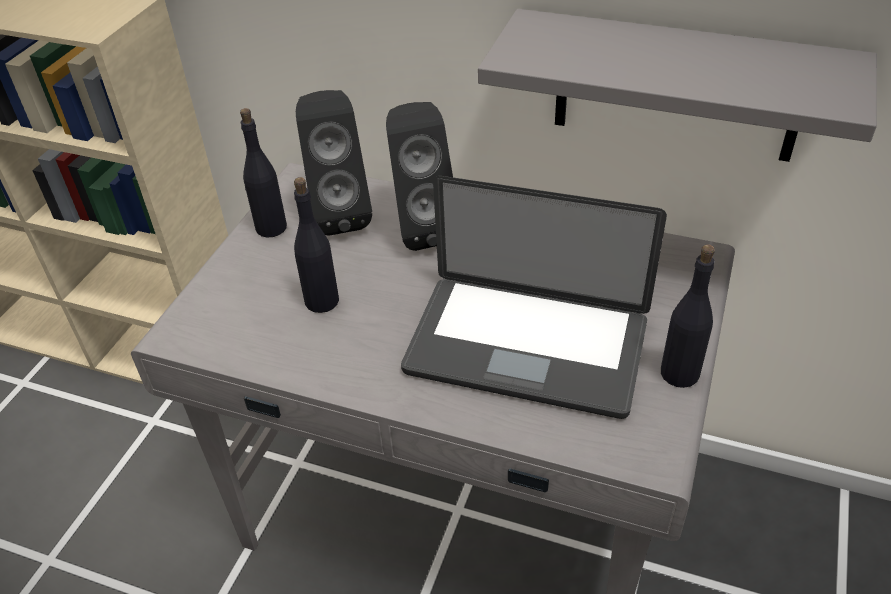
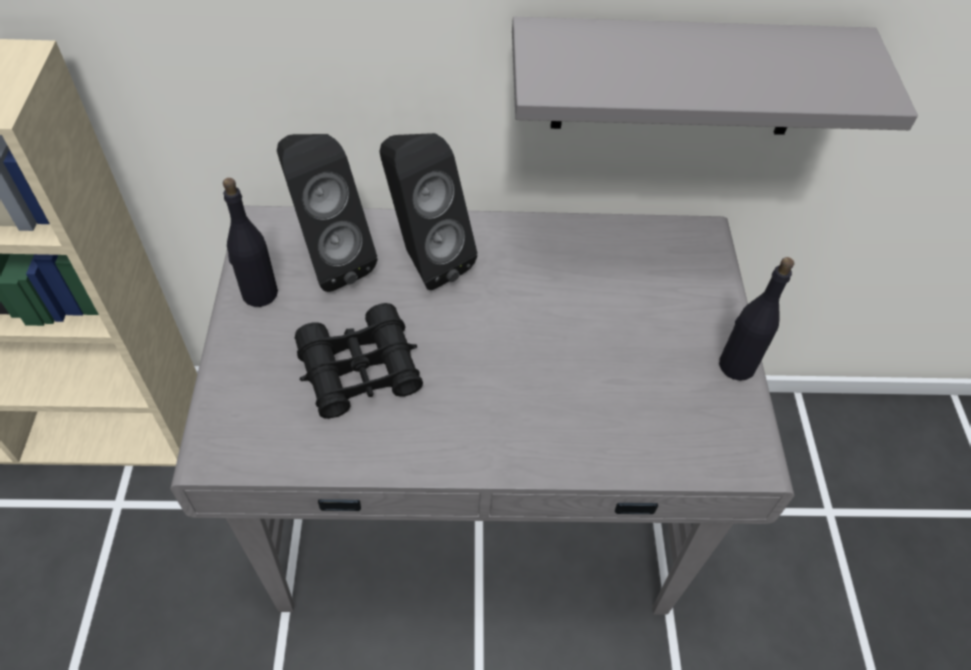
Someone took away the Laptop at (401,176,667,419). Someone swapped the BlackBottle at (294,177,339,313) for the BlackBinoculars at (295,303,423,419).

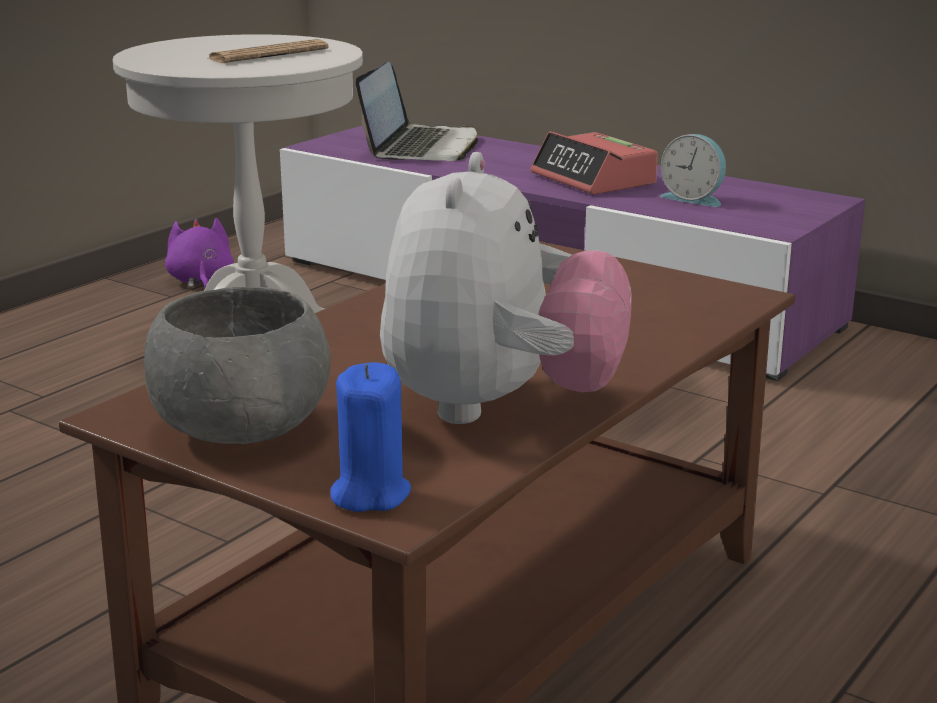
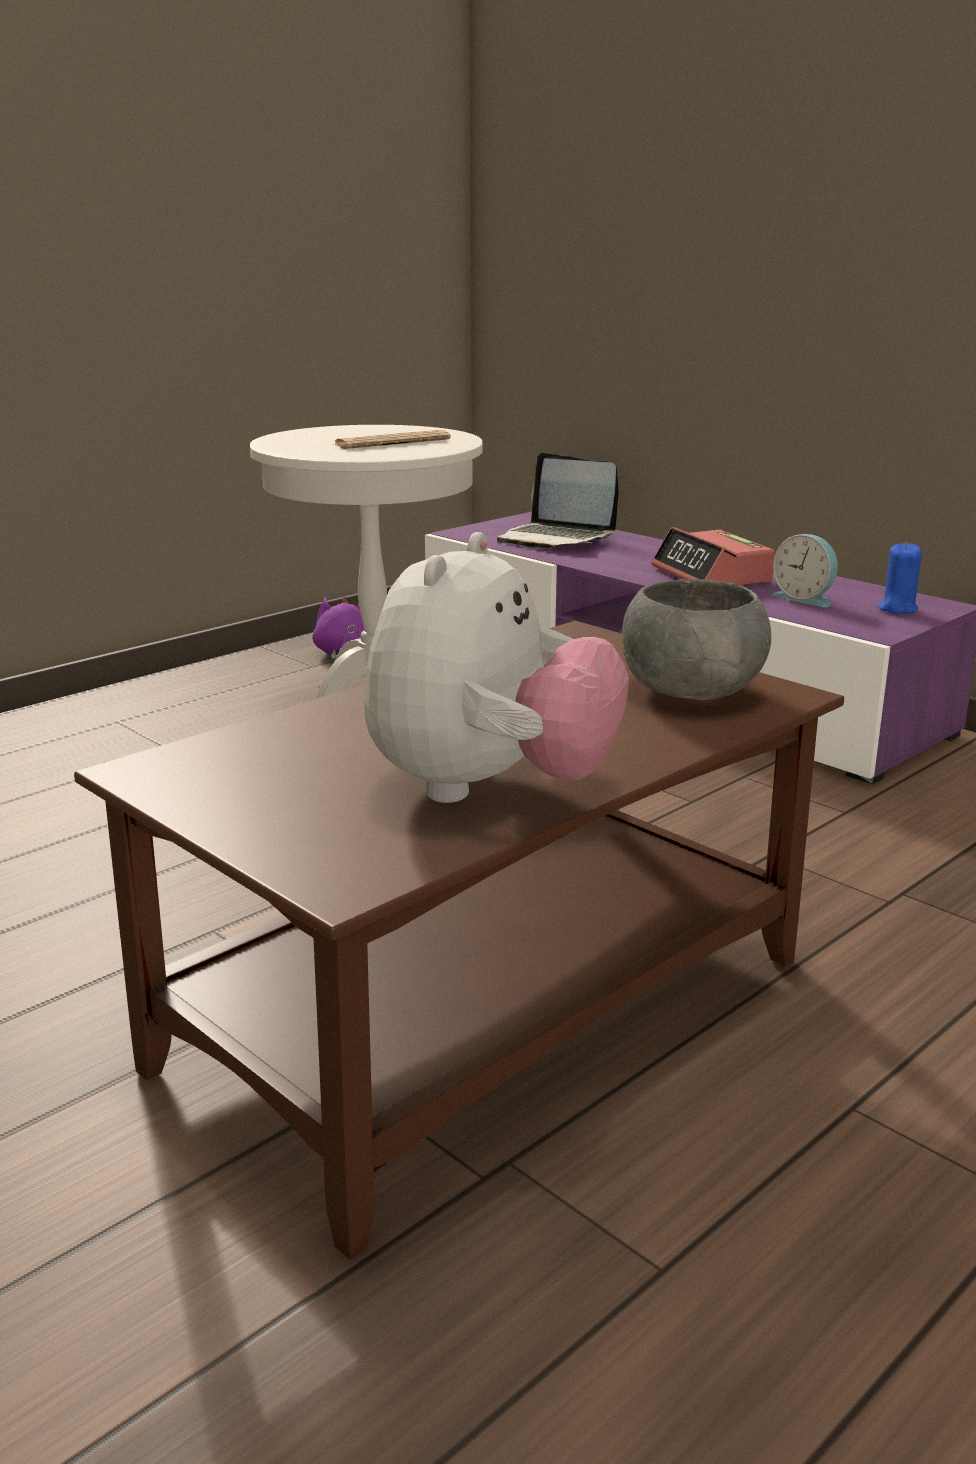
Someone carried the GreyBowl from (144,287,331,444) to (622,579,771,700). Someone carried the BlueCandle from (330,362,411,512) to (878,542,922,614). Someone rotated the Laptop at (356,62,478,161) by 105 degrees clockwise.

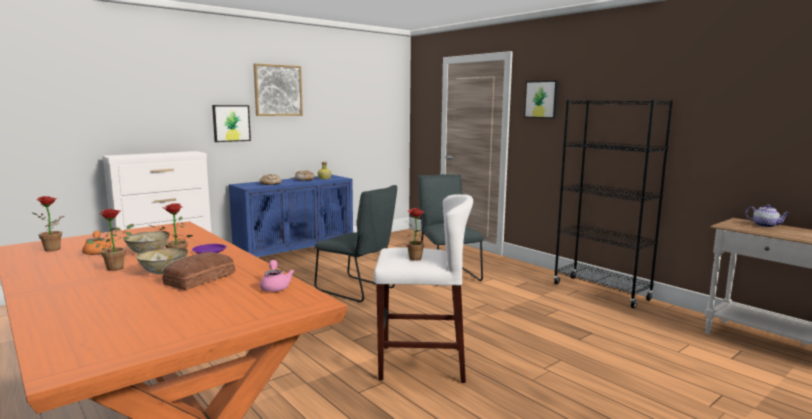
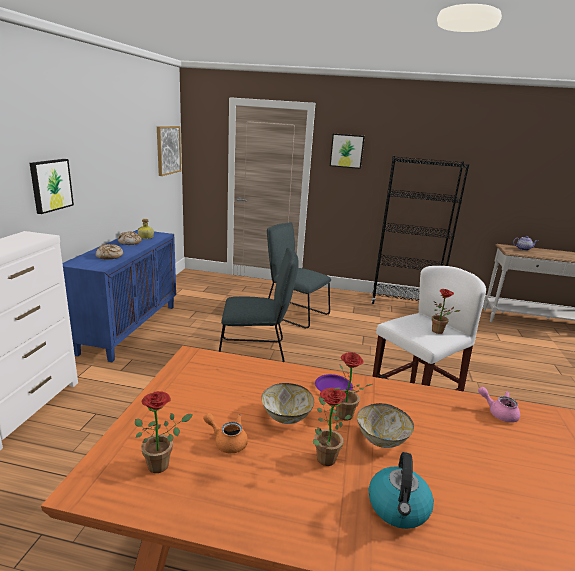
Someone took away the Bread at (162,252,235,290). Someone put down the Kettle at (369,452,434,529). Someone carried the Picture from (253,63,303,116) to (157,126,181,176).

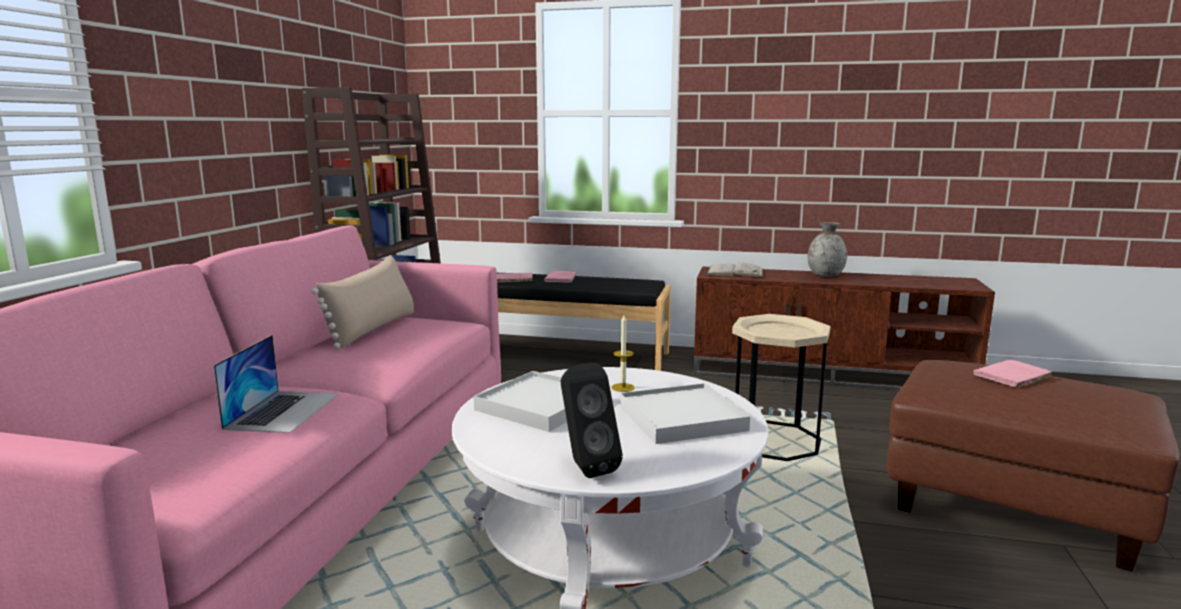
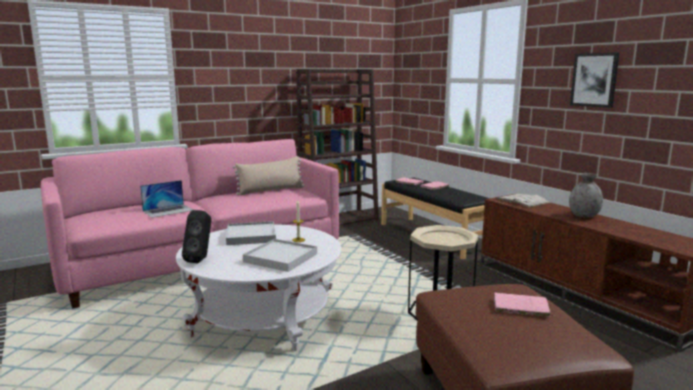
Someone put up the Picture at (570,53,619,108).

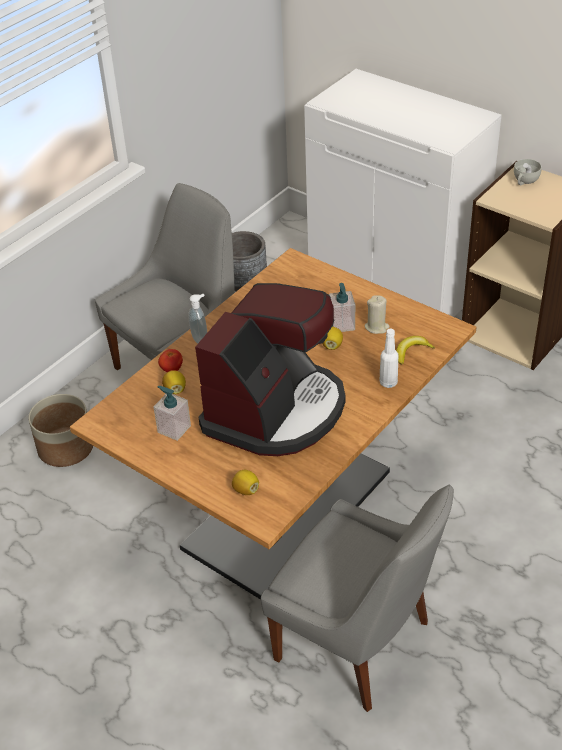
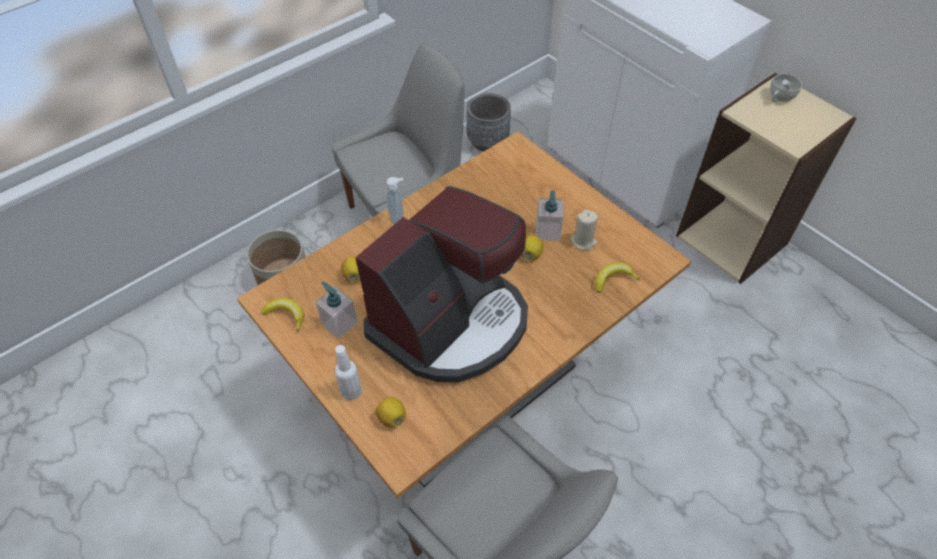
Someone took away the Tomato at (158,349,183,372). Someone put down the Banana at (261,298,304,332). Someone carried the WhiteBottle from (379,329,398,388) to (335,345,362,400).

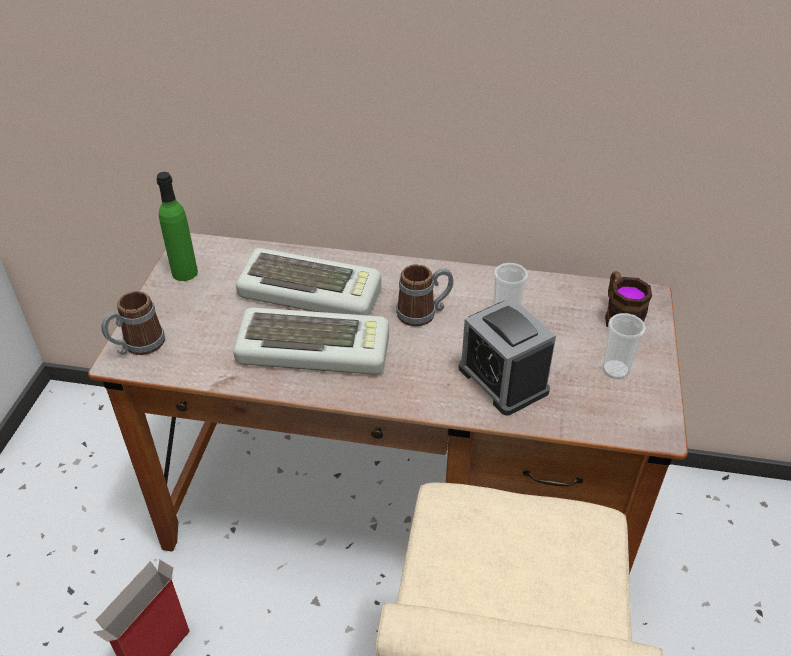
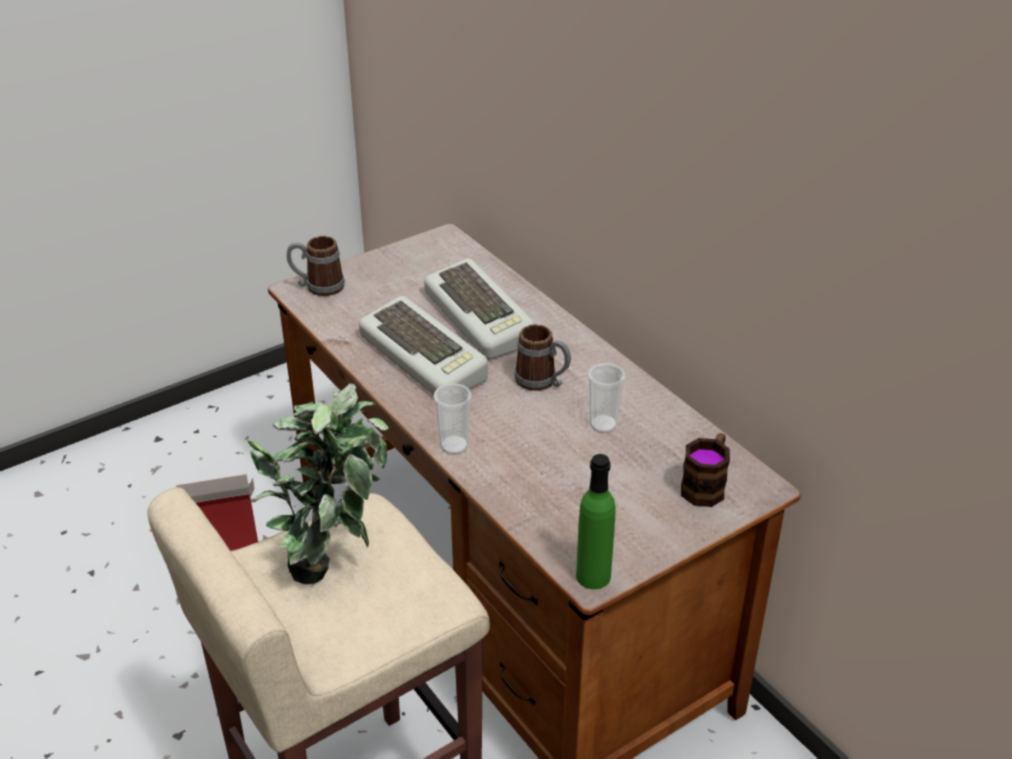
Someone took away the AlarmClock at (459,298,556,416). Someone put down the PottedPlant at (247,383,389,584). Someone carried the GreenBottle from (156,172,198,281) to (576,454,615,589). Someone carried the Cup from (602,313,646,379) to (434,383,472,455).

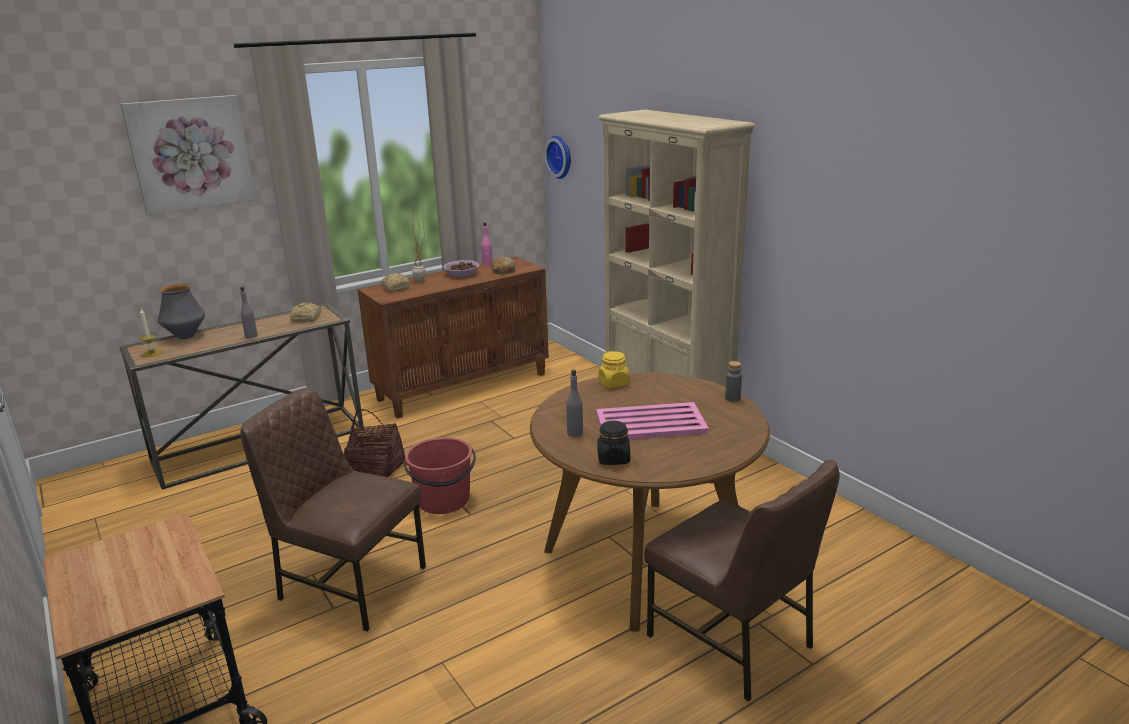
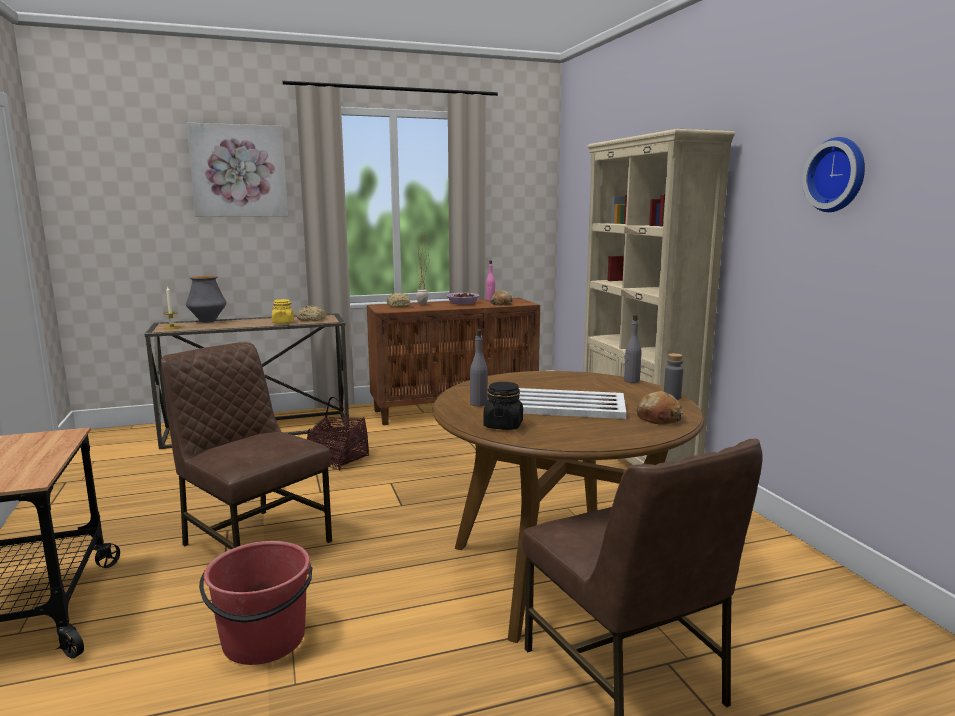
Someone put down the Bread at (637,391,684,425). Someone carried the GreyBottle from (240,287,258,338) to (624,315,642,383). Someone carried the RedBucket from (404,437,476,514) to (199,541,312,665). Someone carried the WallClock from (544,136,571,179) to (802,137,865,212). Someone carried the YellowJar from (598,351,630,388) to (272,299,294,324). Someone repainted the PinkTray at (596,402,709,440), which became the WhiteTray at (518,388,626,419).

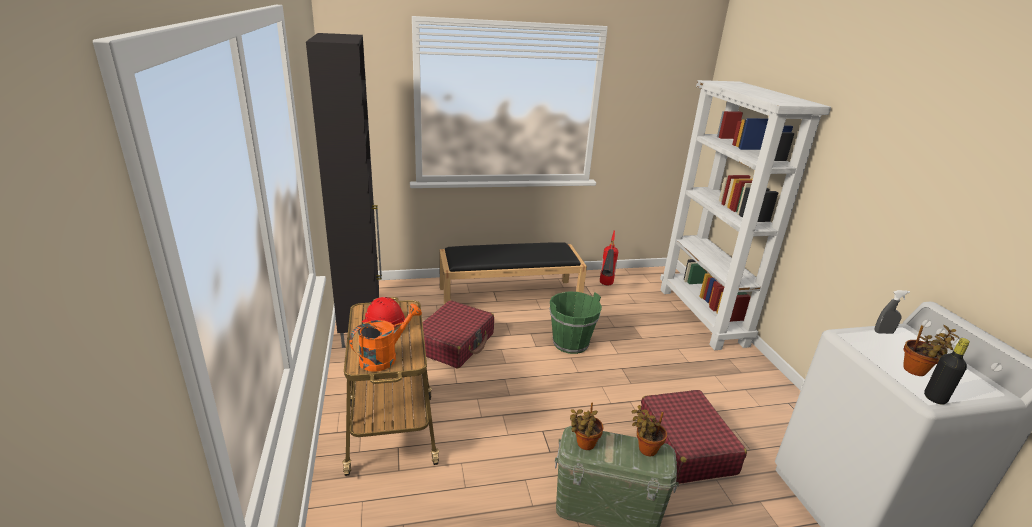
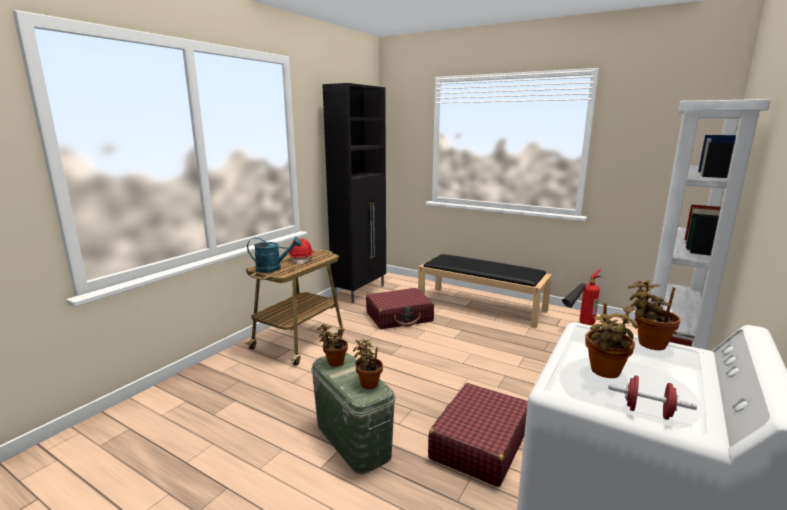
Someone took away the GreenBucket at (549,292,602,354). Someone took away the BlackBottle at (924,338,970,405). Someone put down the RedDumbbell at (608,375,697,420). Someone swapped the GreySprayBottle at (874,290,910,334) for the PottedPlant at (628,280,681,350). Someone repainted the OrangeWateringCan at (349,304,422,372), which became the TurquoiseWateringCan at (247,237,301,273).

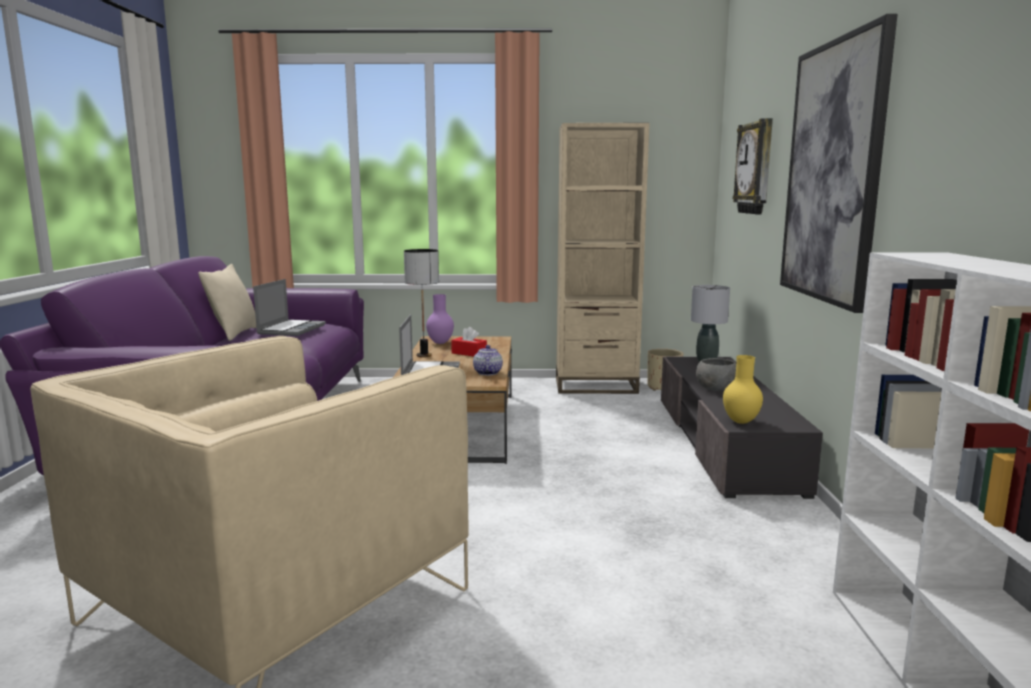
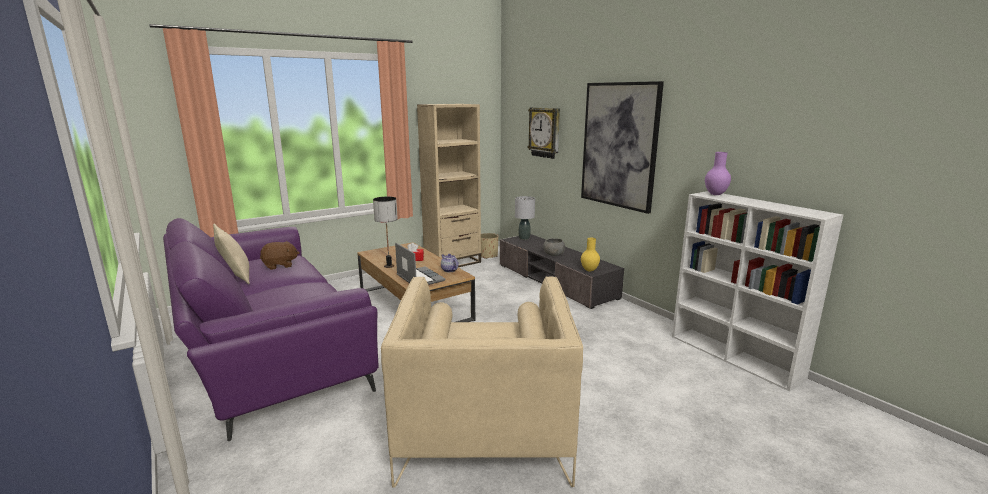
Someone carried the PurpleVase from (426,294,454,344) to (705,152,731,195). Someone swapped the Laptop at (253,279,326,336) for the BrownPlushToy at (260,241,299,270).

